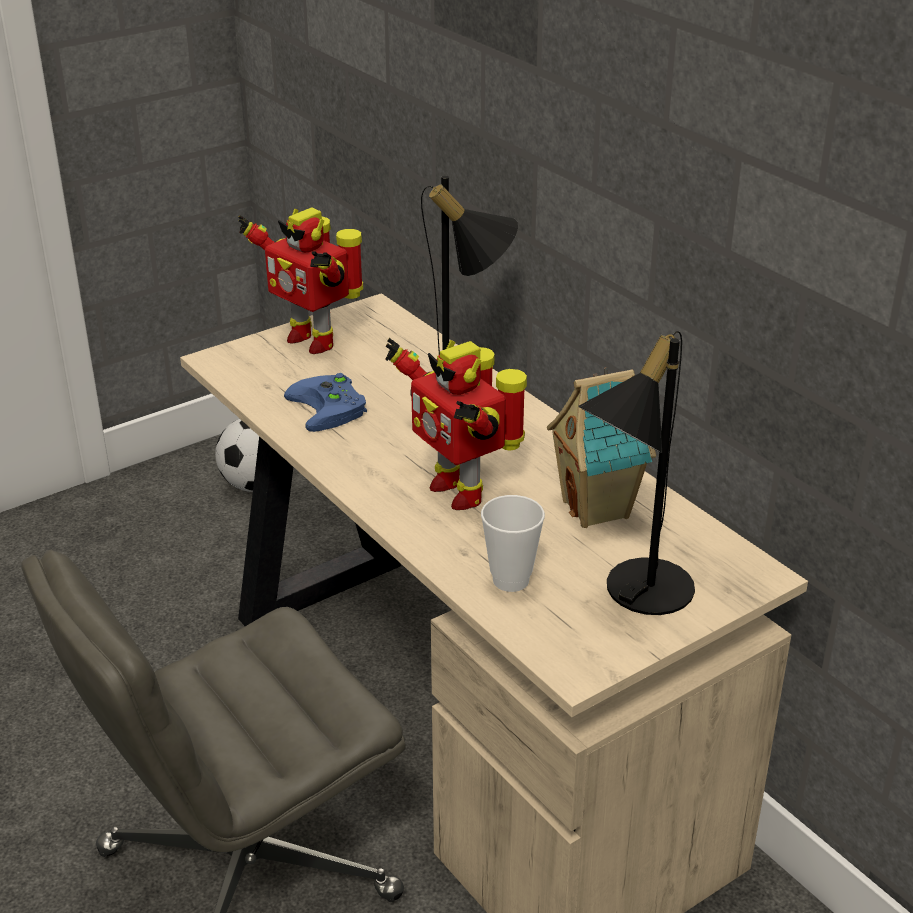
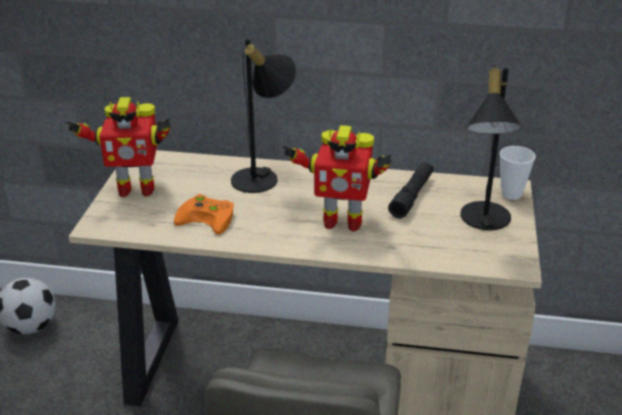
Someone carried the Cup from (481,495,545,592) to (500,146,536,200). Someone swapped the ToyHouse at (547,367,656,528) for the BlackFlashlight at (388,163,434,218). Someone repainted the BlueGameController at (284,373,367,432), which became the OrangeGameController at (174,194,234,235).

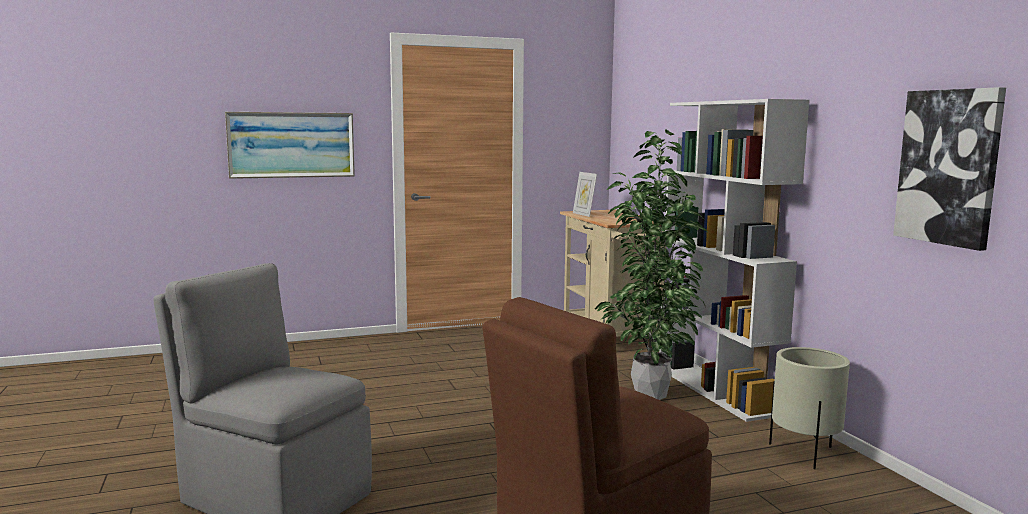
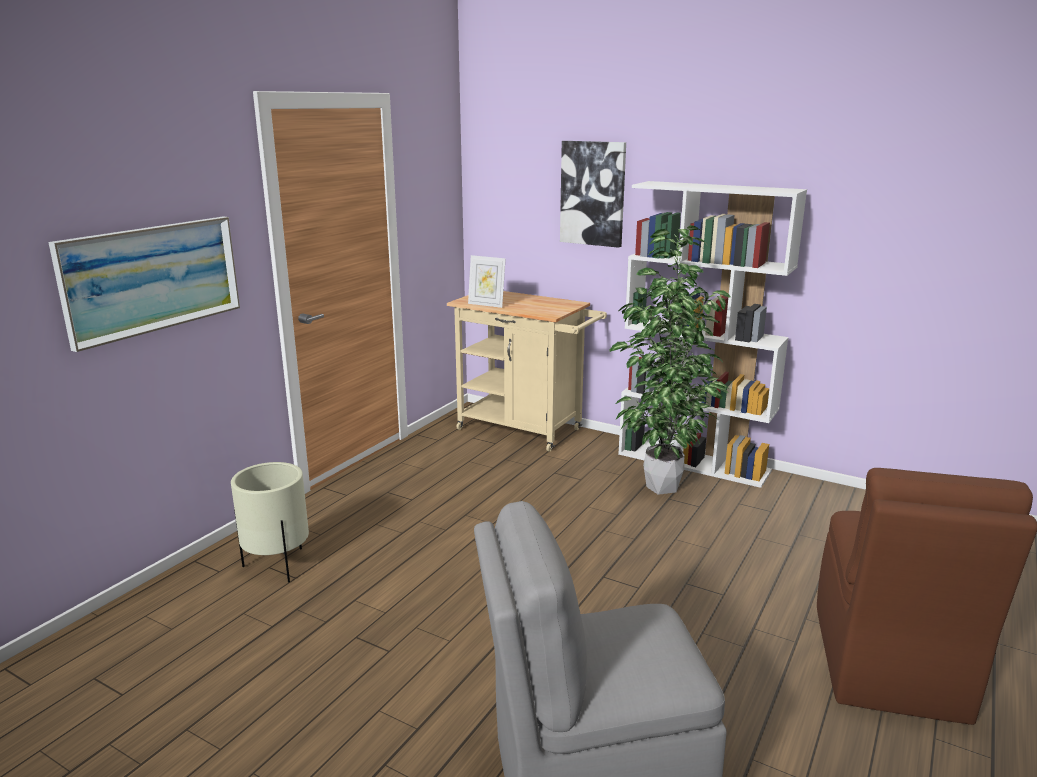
Someone carried the BeigePlanter from (769,347,850,469) to (231,462,309,583). Someone carried the Picture from (893,87,1006,251) to (560,141,626,248).

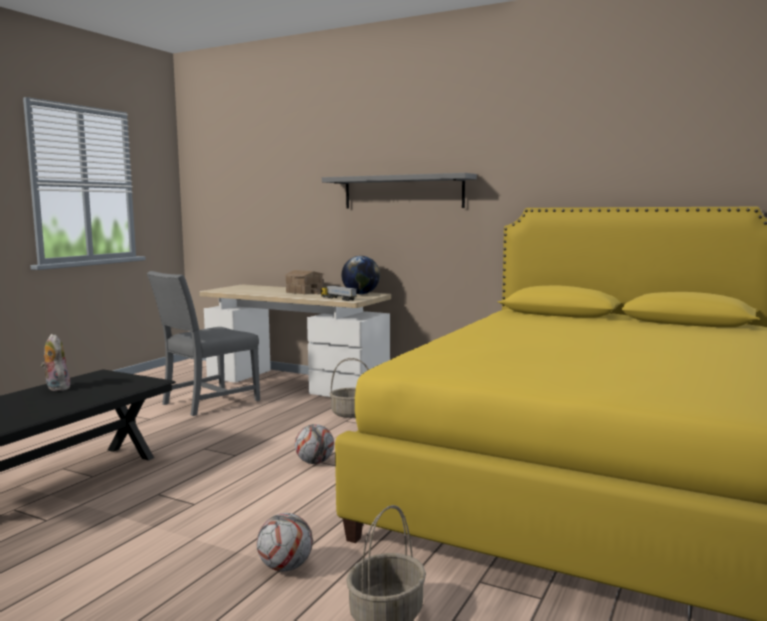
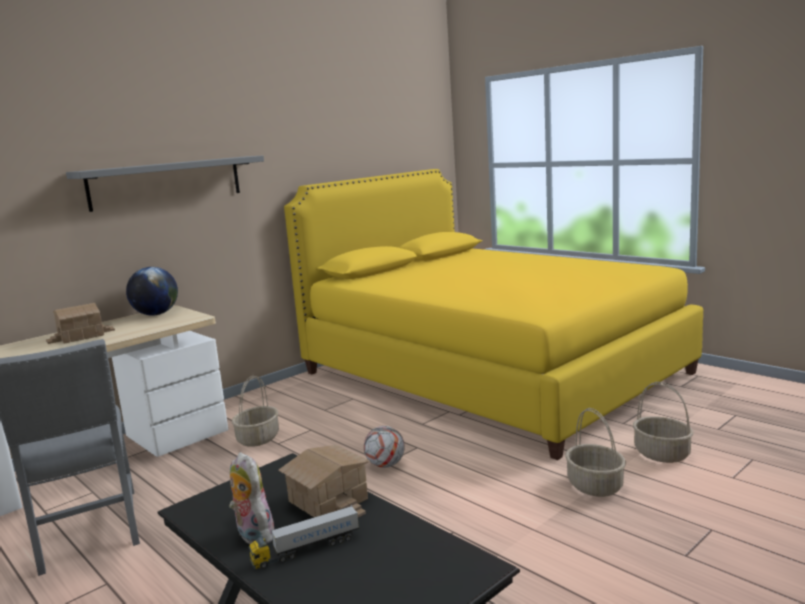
Someone put down the ToyHouse at (278,445,370,518). Someone carried the ToyTruck from (321,285,357,301) to (249,505,359,569). Someone swapped the Football at (257,513,313,572) for the Basket at (565,408,626,497). Someone rotated the PlushToy at (41,334,70,391) by 75 degrees clockwise.

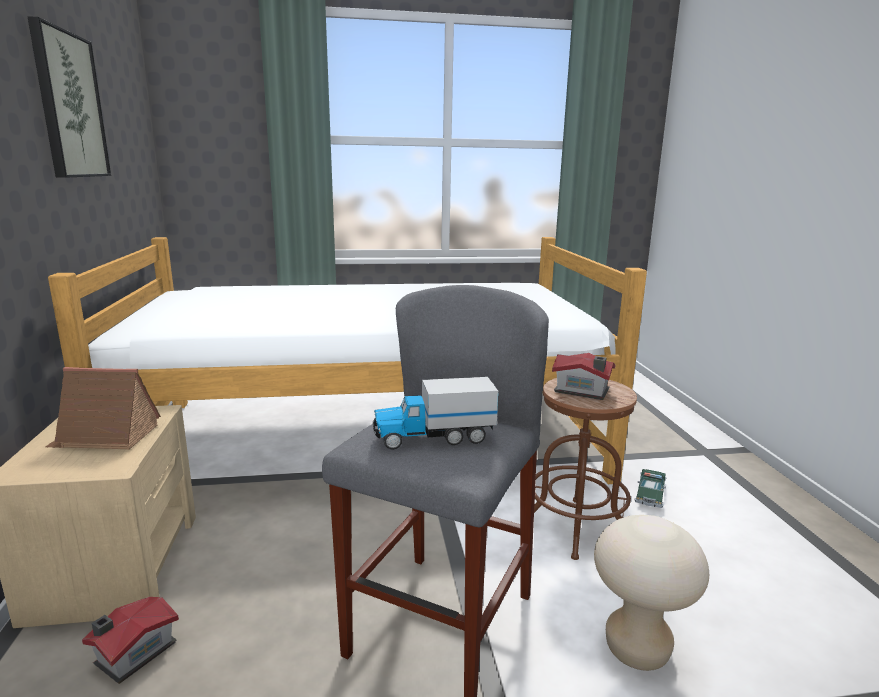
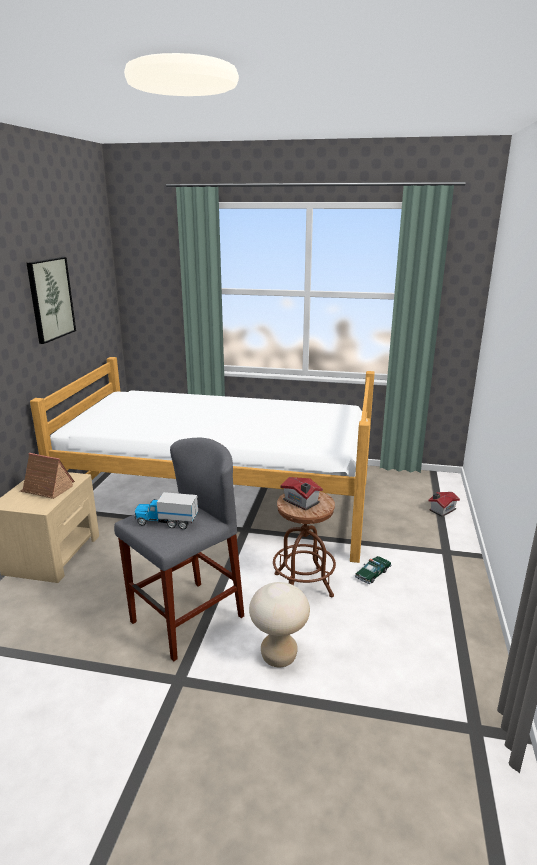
Someone carried the ToyHouse from (82,597,179,684) to (428,492,460,517).

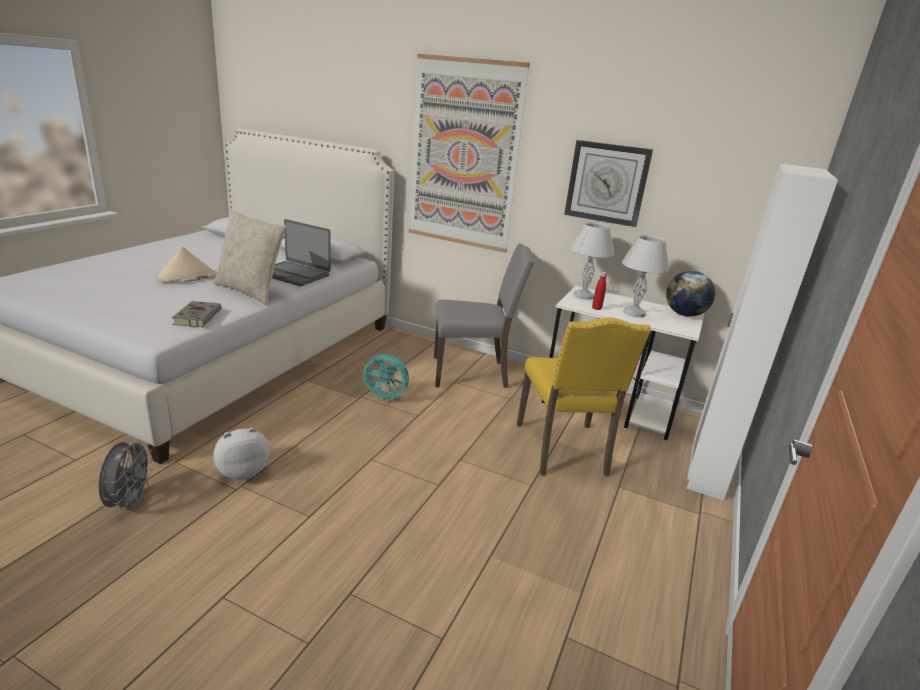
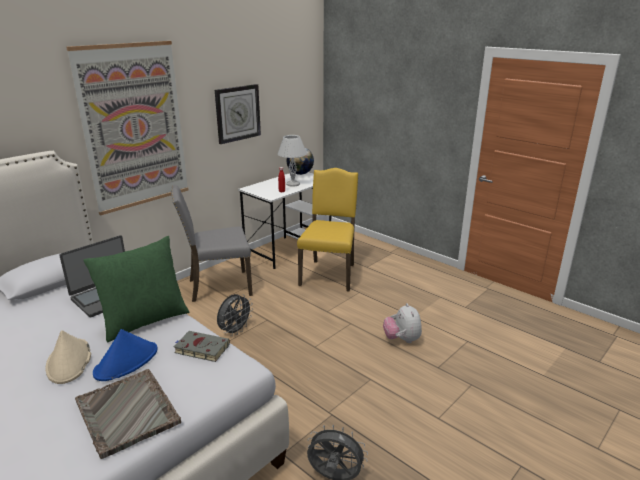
Someone took away the WhiteTableLamp at (570,222,615,300). Someone took away the WhiteWardrobe at (687,164,838,501). Someone put down the GreyTray at (75,369,181,459). Someone put down the BlueHat at (93,329,158,381). Someone carried the PlushToy from (213,427,270,481) to (383,303,422,343). Someone repainted the BeigePillow at (213,210,286,305), which became the GreenPillow at (83,236,190,342). Someone repainted the TurquoiseFan at (360,354,409,403), which became the GreyFan at (217,294,253,336). Someone rotated the GreyChair at (434,244,534,388) by 120 degrees counterclockwise. Someone rotated the YellowChair at (517,317,651,476) by 90 degrees counterclockwise.

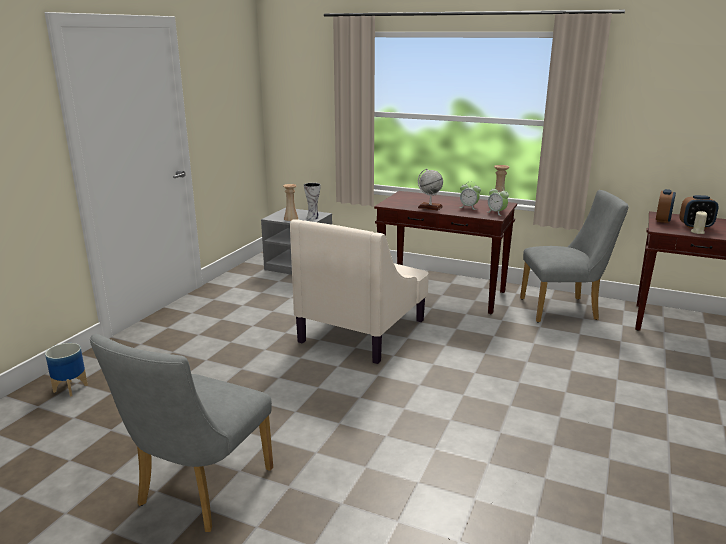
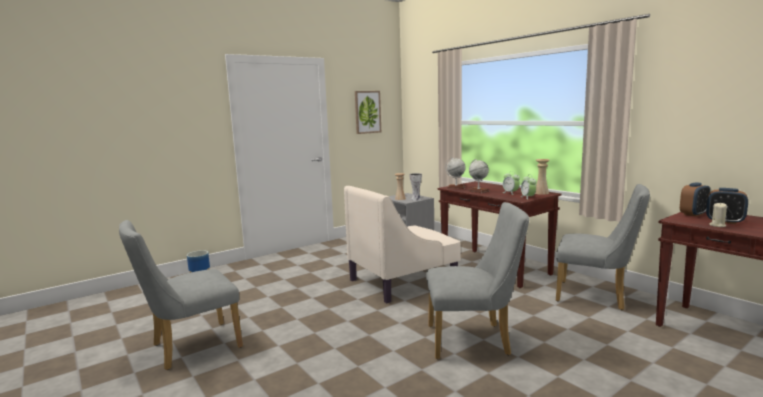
Someone put up the Picture at (355,91,381,134). Someone put down the GreyChair at (426,202,529,359). Someone put down the Globe at (445,157,466,189).

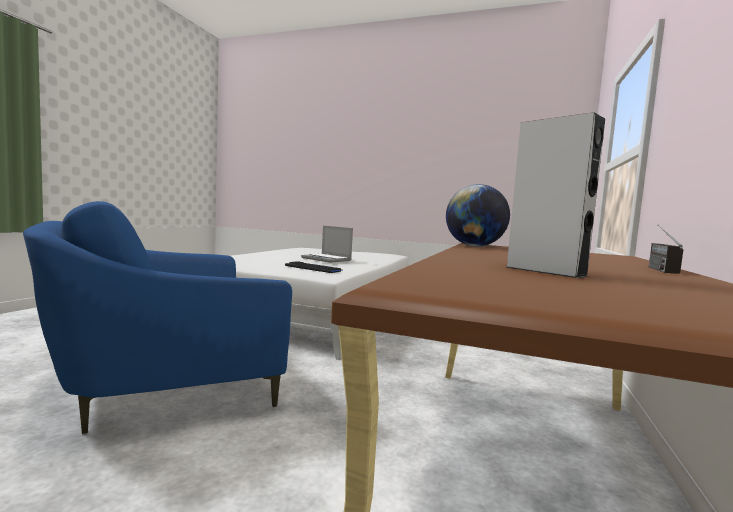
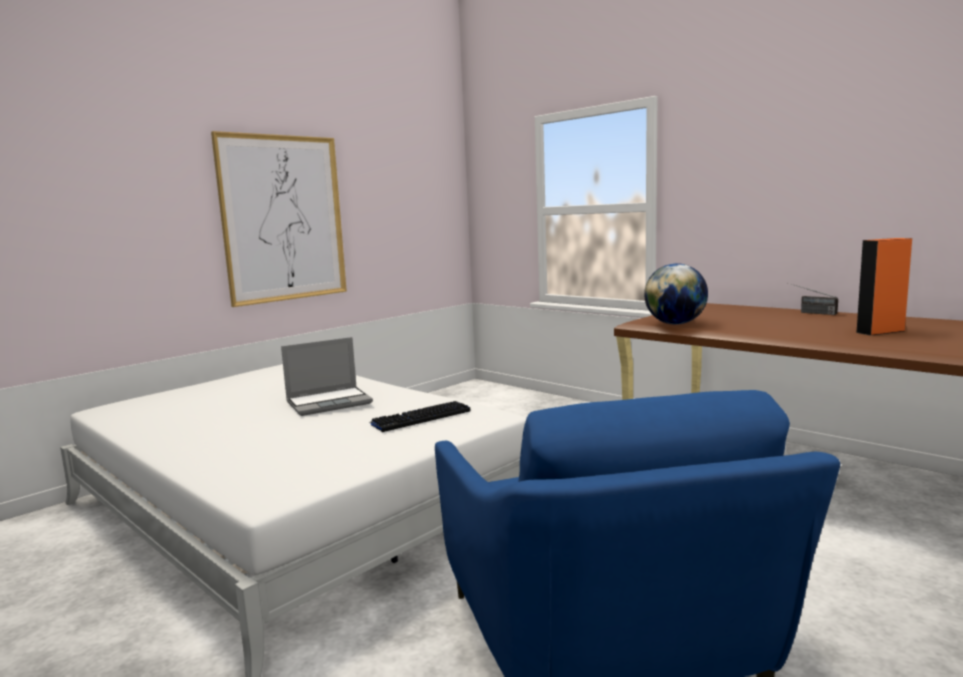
Someone put up the Picture at (211,131,347,307). Someone repainted the GreySpeaker at (506,112,605,278), which became the OrangeSpeaker at (856,238,912,336).

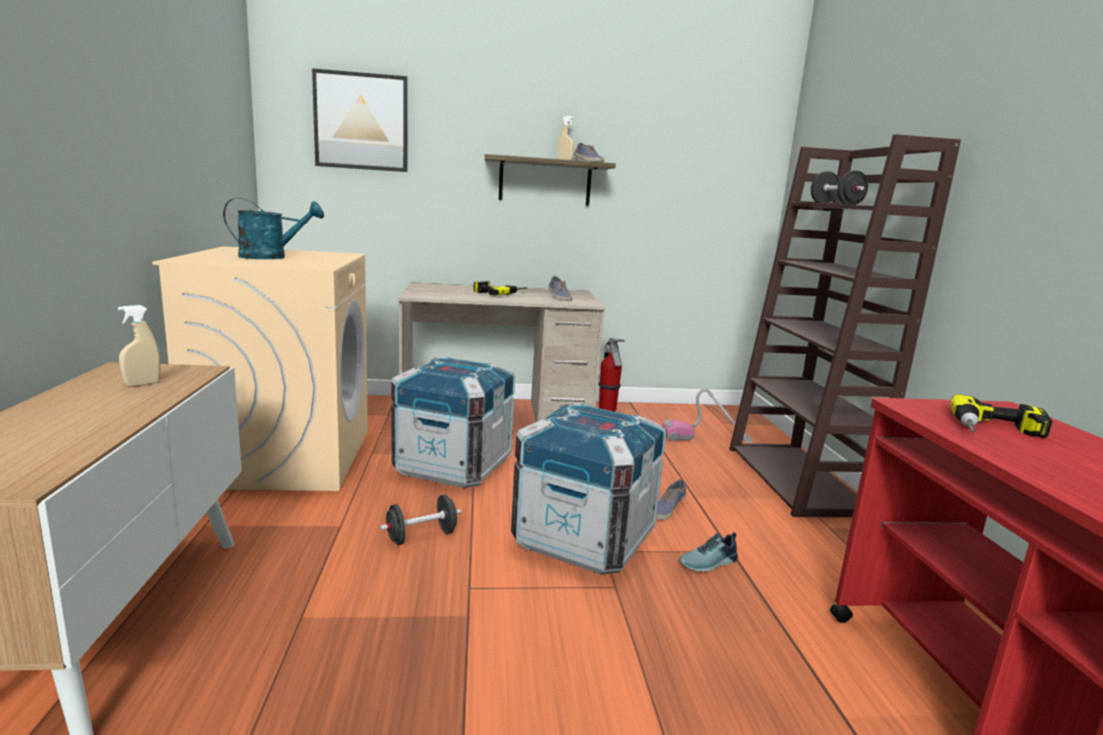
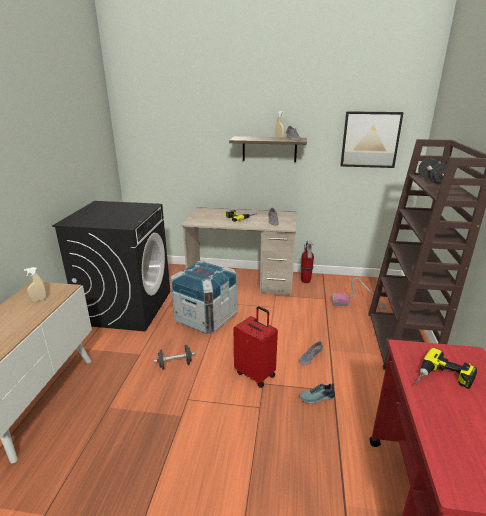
Someone took away the TurquoiseWateringCan at (223,198,324,259). Someone carried the Picture from (312,68,408,172) to (340,111,404,168). Someone swapped the Crate at (511,403,666,574) for the RedSuitcase at (234,306,278,388). Someone repainted the BeigeWashingMachine at (152,246,368,491), which became the BlackWashingMachine at (52,201,170,331).

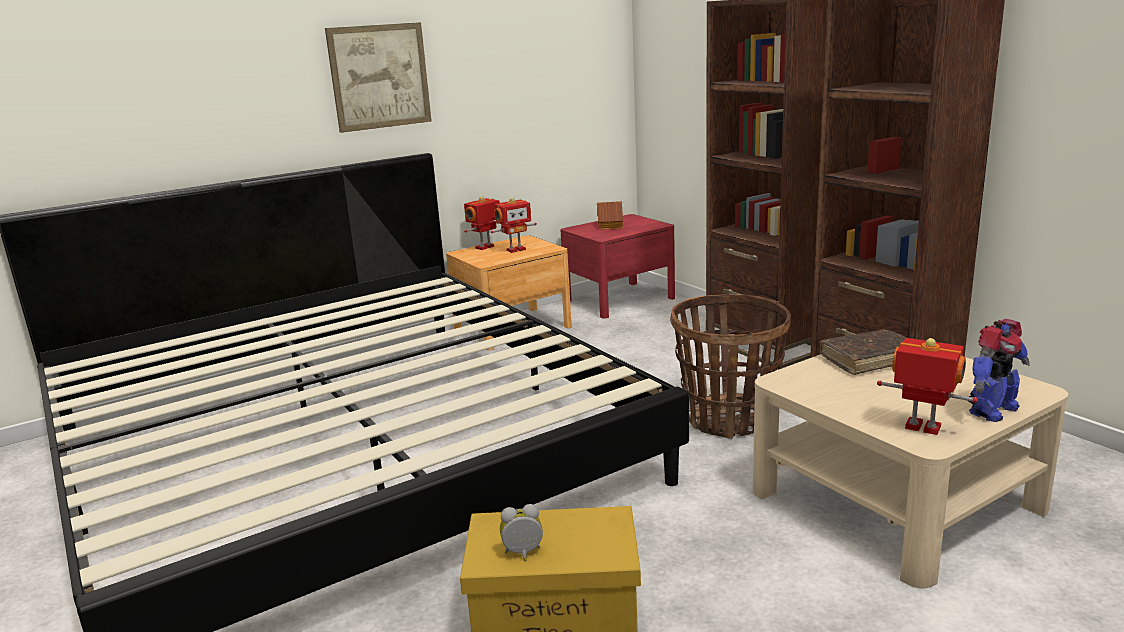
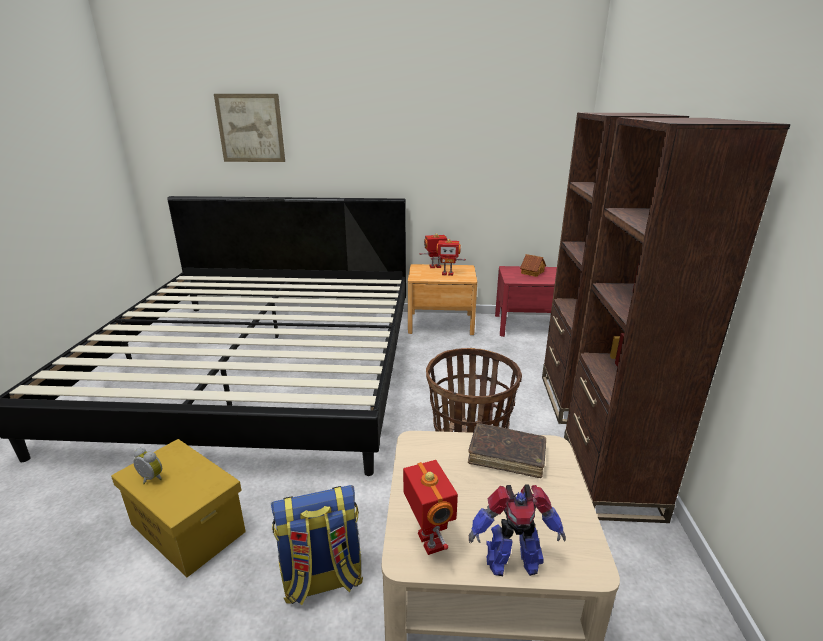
Someone put down the Backpack at (271,485,363,605). Someone carried the Picture from (325,22,432,133) to (214,94,285,162).

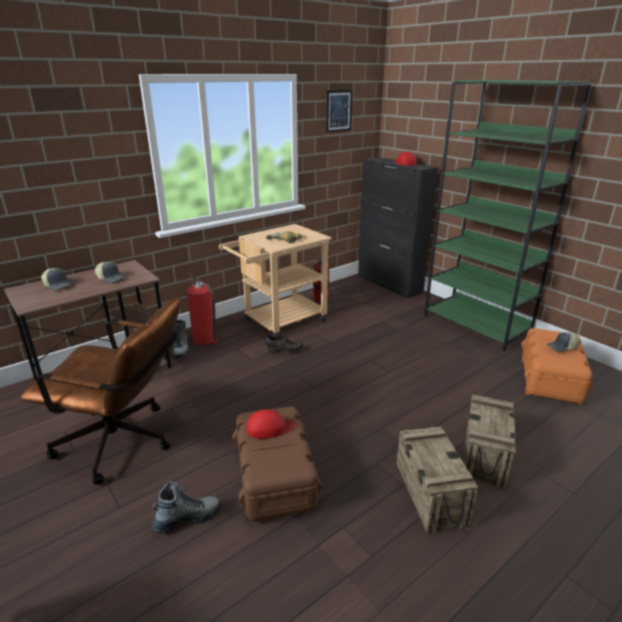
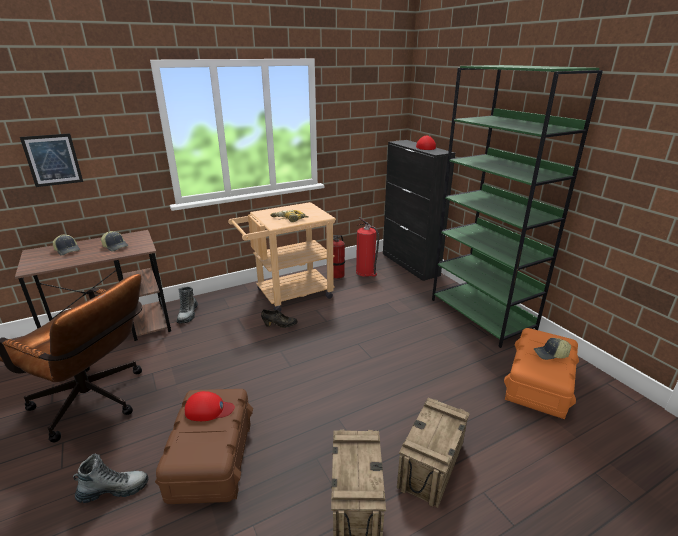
Someone carried the FireExtinguisher from (186,273,219,345) to (356,217,379,277). Someone carried the Picture from (326,90,353,133) to (20,133,83,187).

